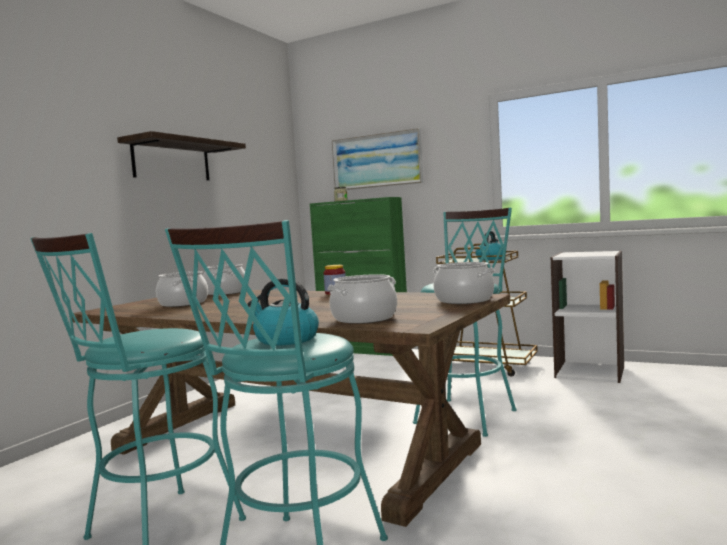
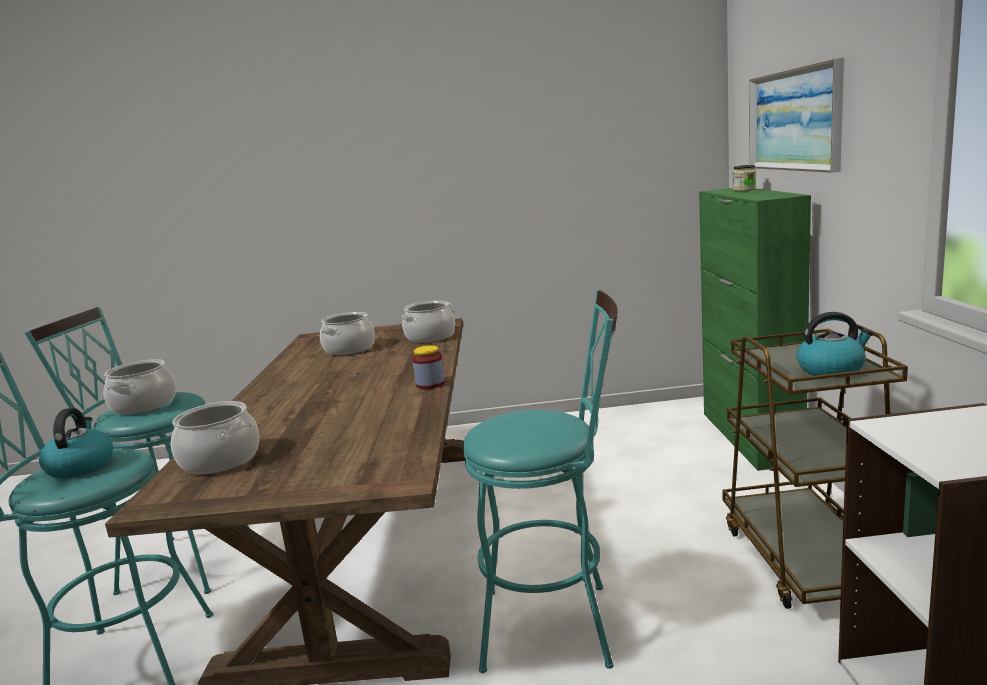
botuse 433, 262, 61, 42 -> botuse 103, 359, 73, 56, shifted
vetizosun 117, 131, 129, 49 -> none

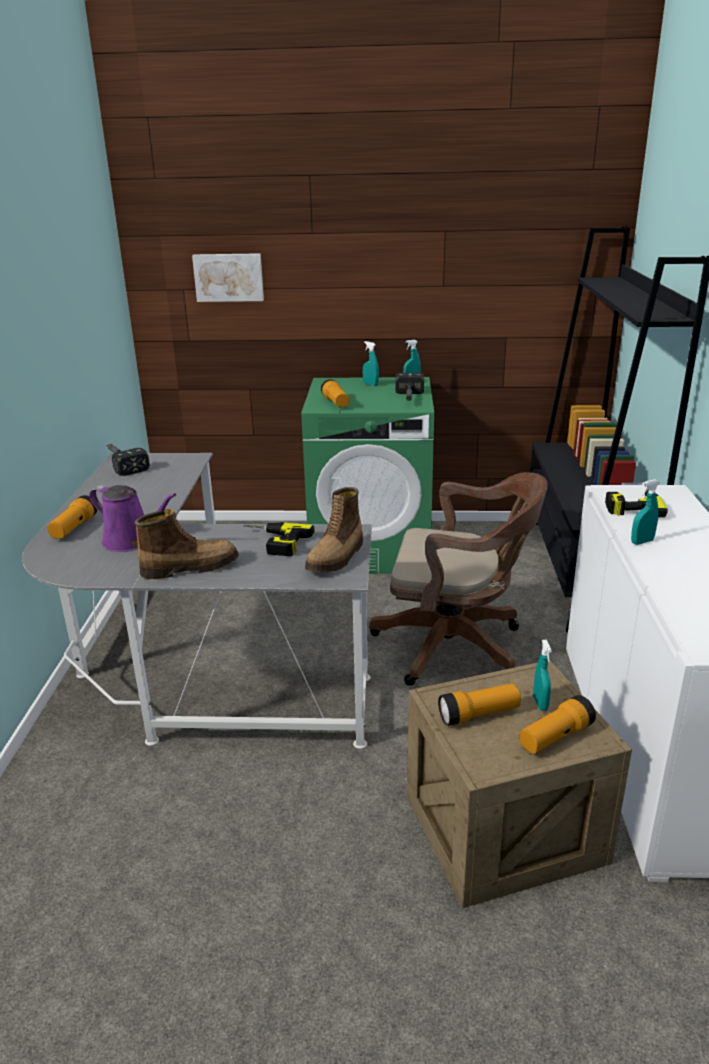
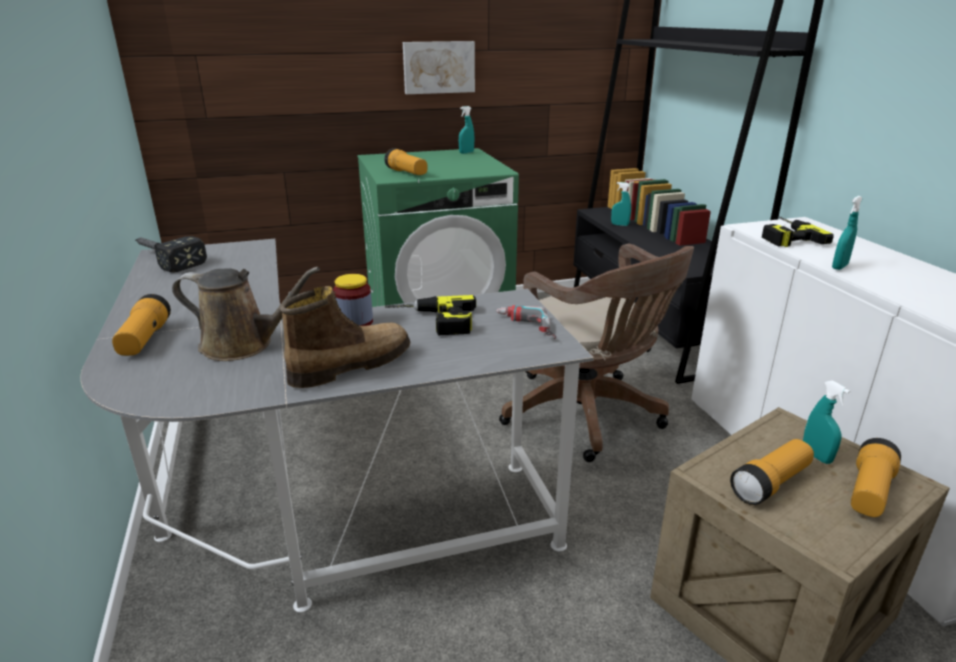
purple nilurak 89, 485, 87, 67 -> brown nilurak 172, 267, 148, 94
none -> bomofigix 333, 274, 40, 52
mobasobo 192, 253, 72, 49 -> mobasobo 403, 41, 72, 53, shifted
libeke 305, 487, 58, 86 -> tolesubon 496, 305, 60, 34
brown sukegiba 369, 472, 179, 214 -> brown sukegiba 499, 244, 195, 218, 60 degrees clockwise
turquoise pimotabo 363, 341, 16, 45 -> turquoise pimotabo 611, 182, 20, 44, shifted
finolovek 396, 373, 28, 28 -> none

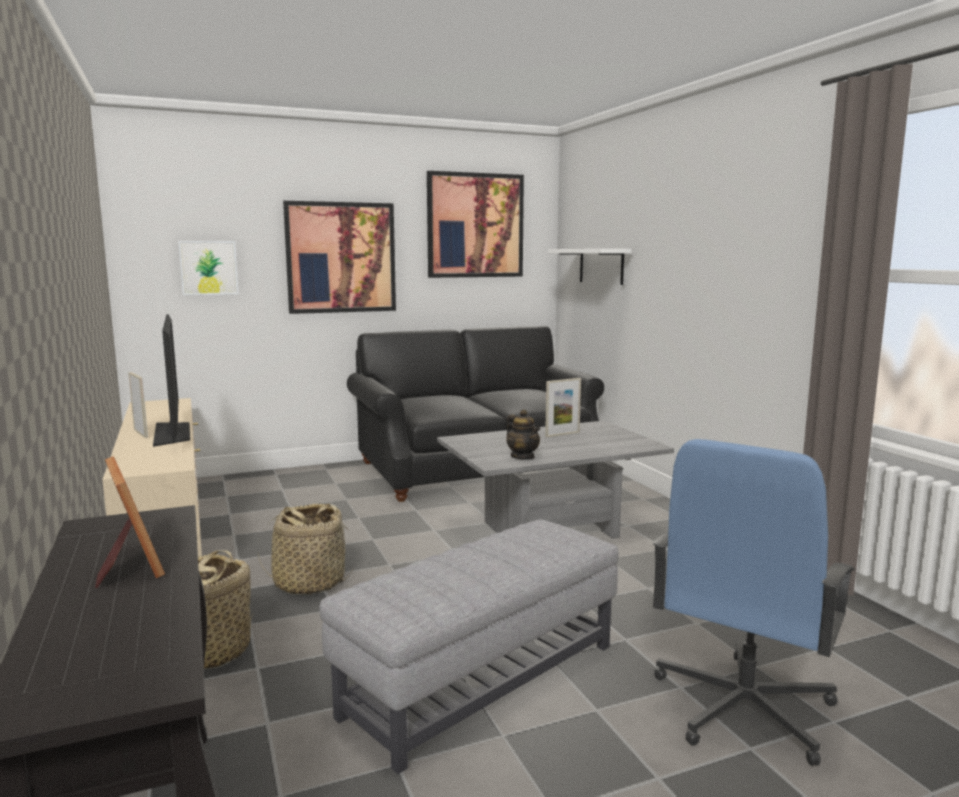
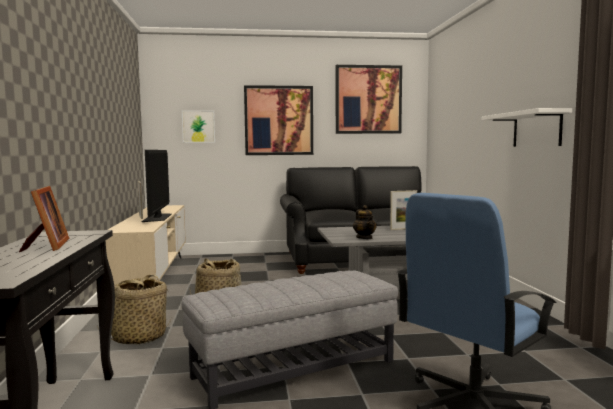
white vetizosun 548, 249, 84, 36 -> white vetizosun 482, 108, 90, 39, shifted

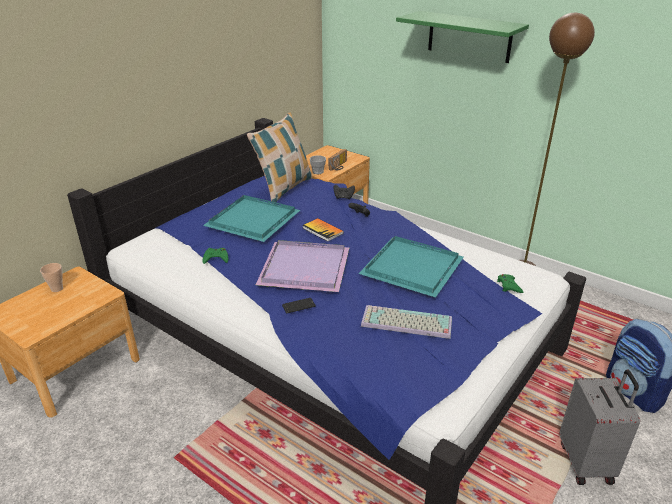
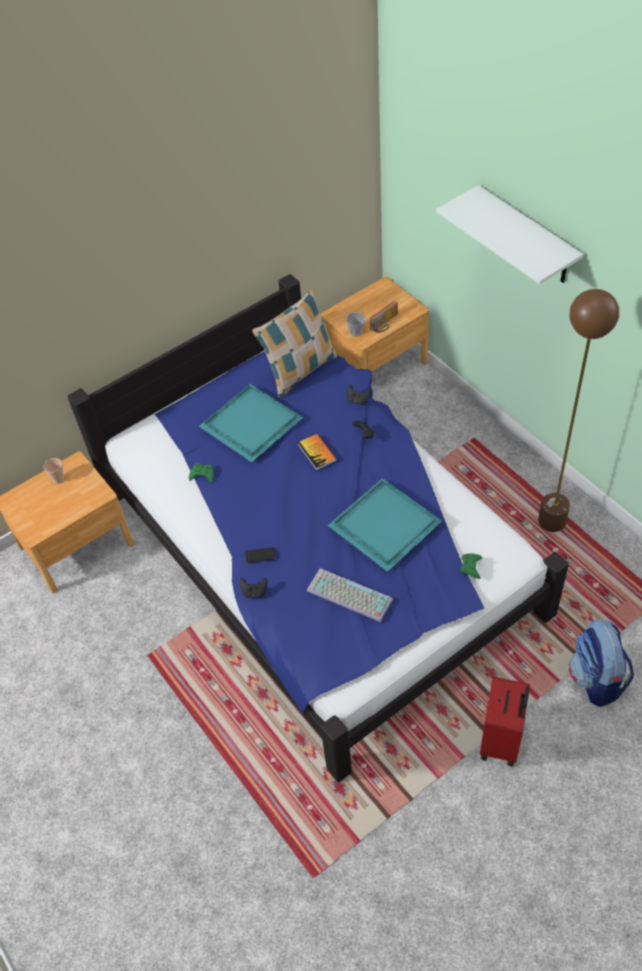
none -> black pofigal 240, 578, 28, 20
green vetizosun 396, 11, 133, 52 -> white vetizosun 436, 185, 148, 99
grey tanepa 560, 370, 80, 115 -> red tanepa 480, 677, 50, 90
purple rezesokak 256, 240, 93, 52 -> none

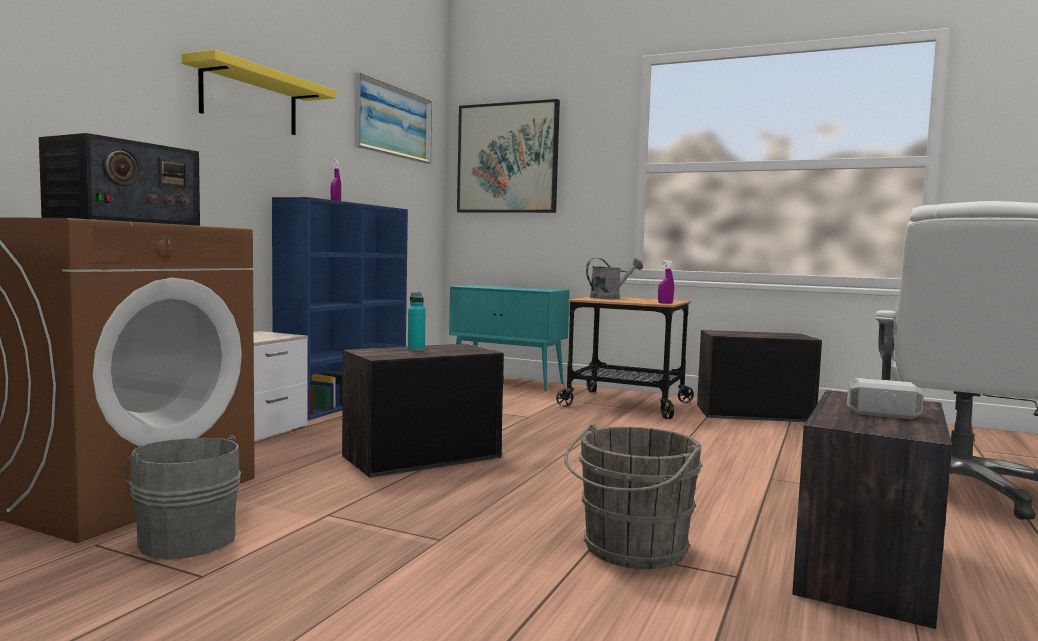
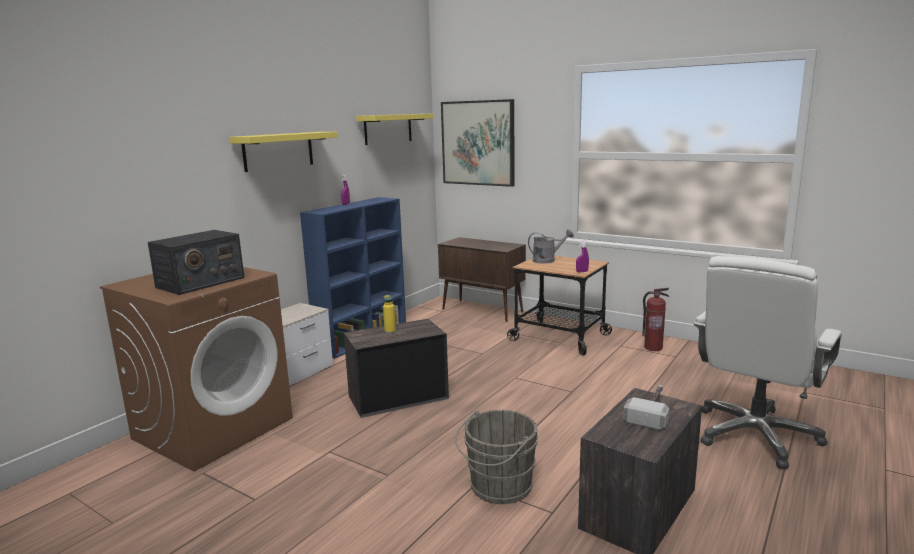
mobasobo 354, 73, 78, 91 -> yellow vetizosun 356, 114, 78, 31
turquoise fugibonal 408, 292, 18, 59 -> yellow fugibonal 383, 295, 13, 38
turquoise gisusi 449, 285, 121, 106 -> brown gisusi 438, 237, 88, 85
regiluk 697, 330, 125, 92 -> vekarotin 642, 288, 27, 63
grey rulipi 120, 435, 121, 125 -> none

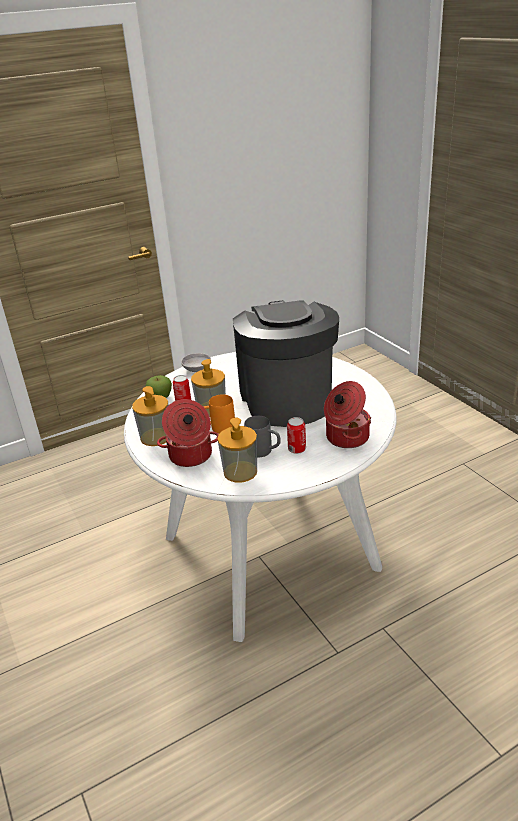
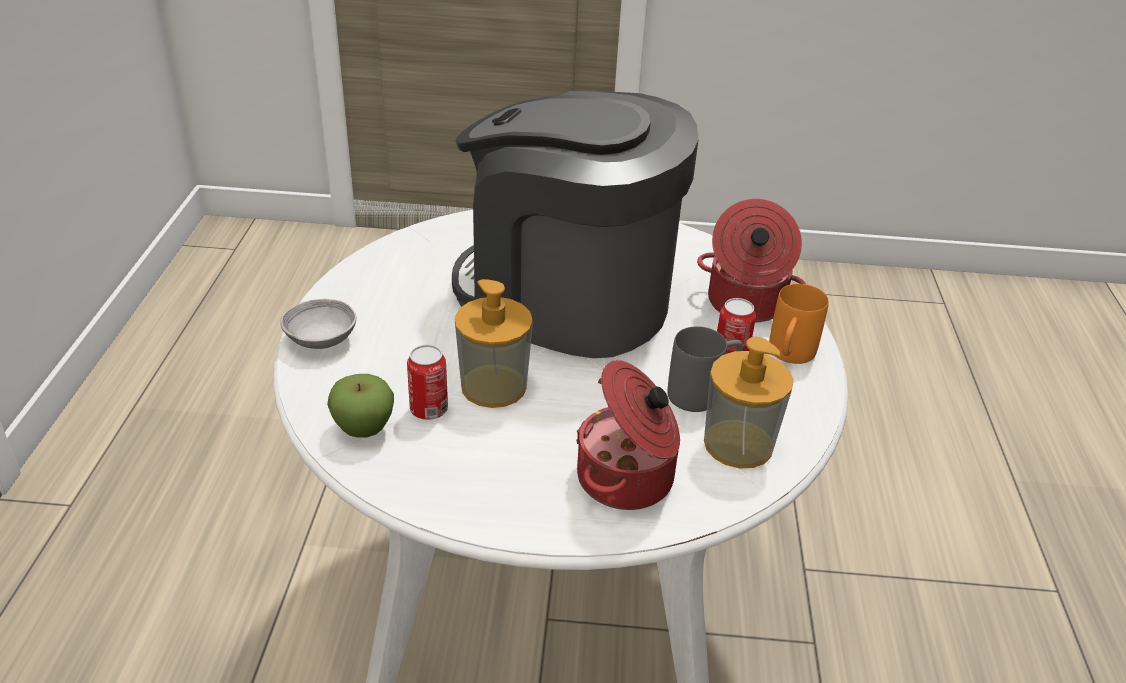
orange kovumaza 203, 394, 32, 40 -> orange kovumaza 769, 284, 60, 80, shifted
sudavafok 132, 386, 37, 60 -> none

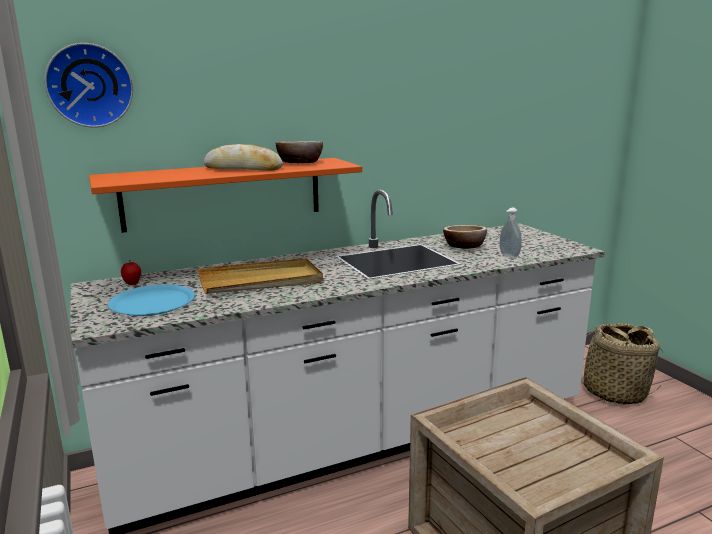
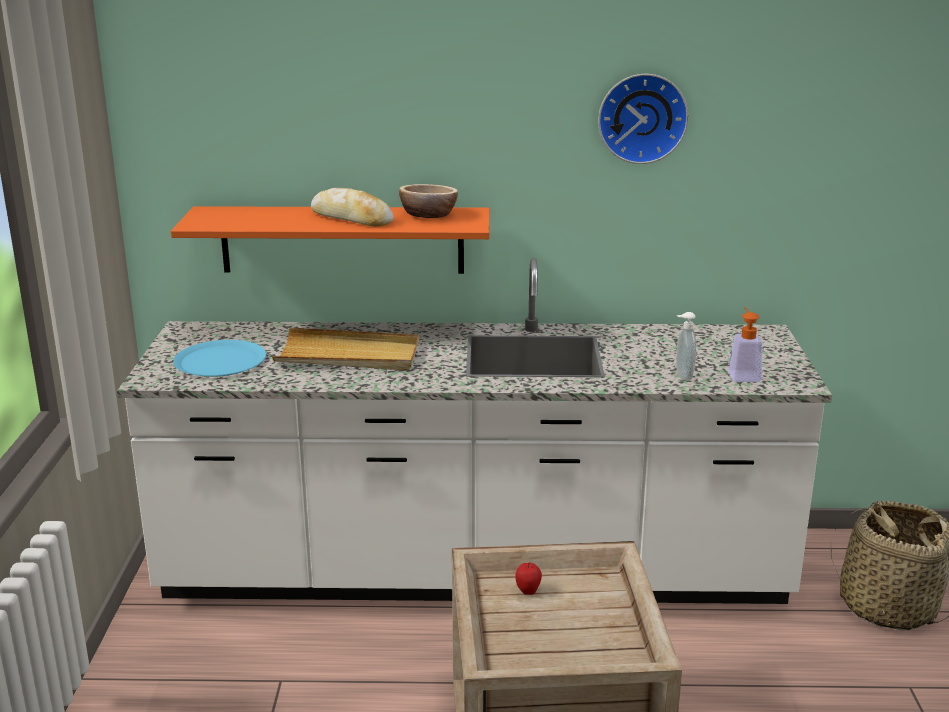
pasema 121, 260, 20, 25 -> pasema 515, 563, 27, 32, shifted
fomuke 44, 43, 89, 85 -> fomuke 598, 74, 91, 90, shifted
none -> sudavafok 728, 307, 35, 75
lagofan 443, 225, 44, 24 -> none

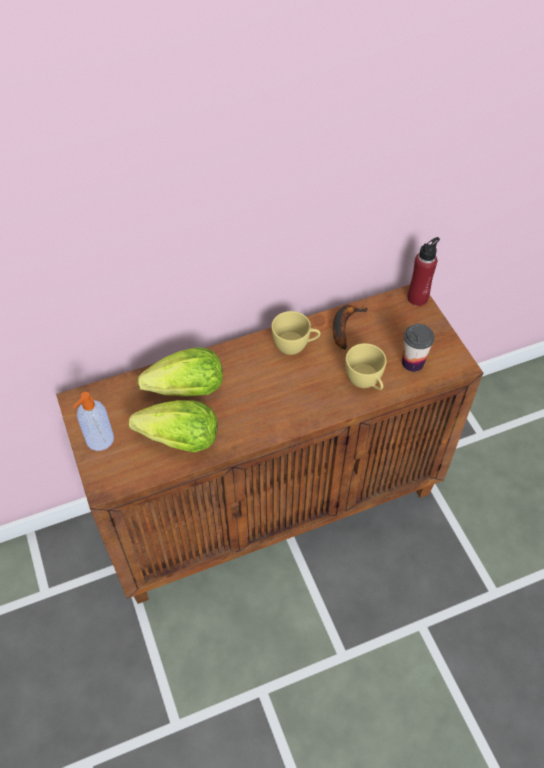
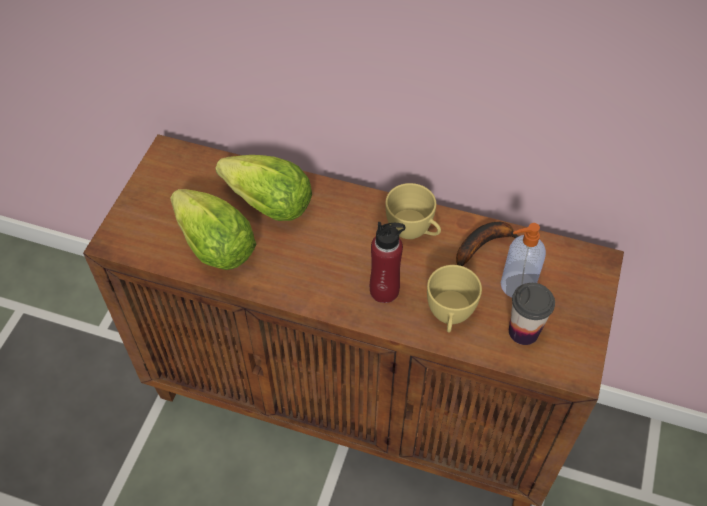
red fugibonal 407, 237, 33, 69 -> red fugibonal 370, 222, 36, 81, shifted
sudavafok 73, 392, 41, 59 -> sudavafok 501, 223, 45, 75, shifted

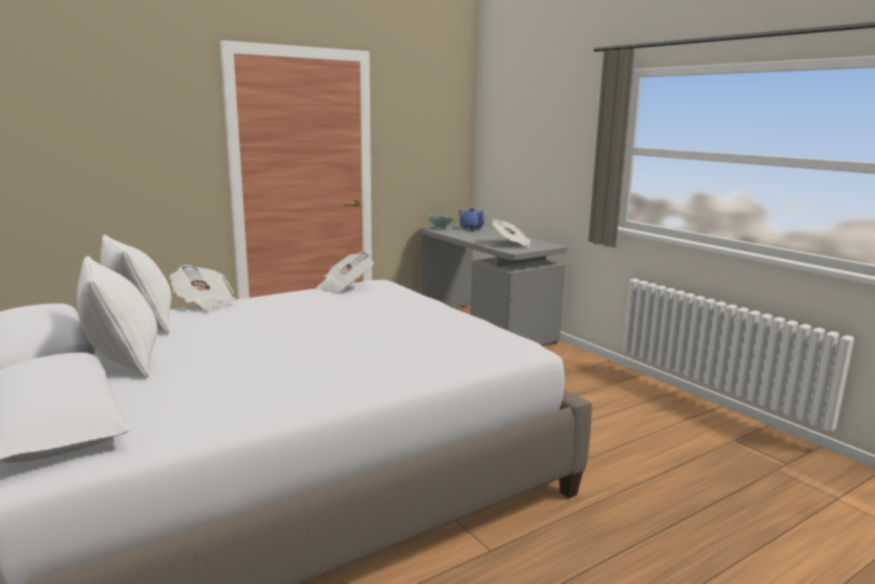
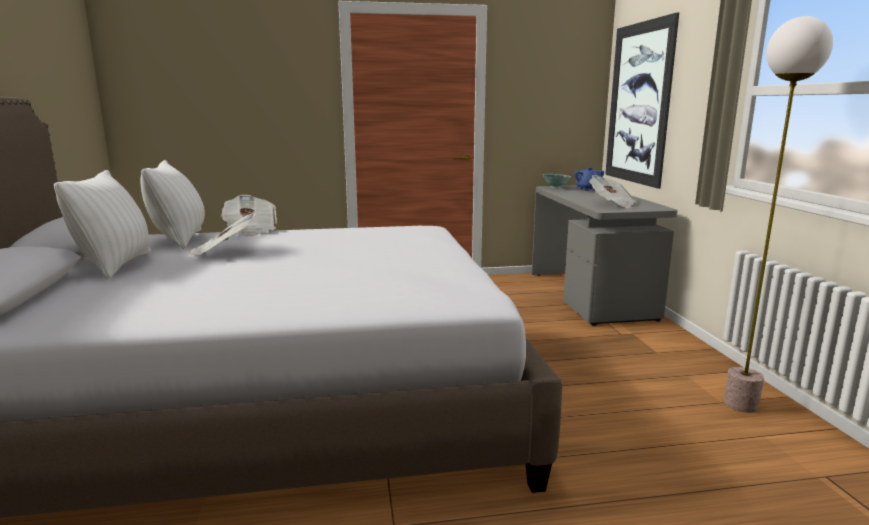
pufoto 316, 252, 58, 39 -> pufoto 189, 213, 67, 44, shifted
none -> mobasobo 605, 12, 74, 177
none -> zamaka 724, 16, 109, 397

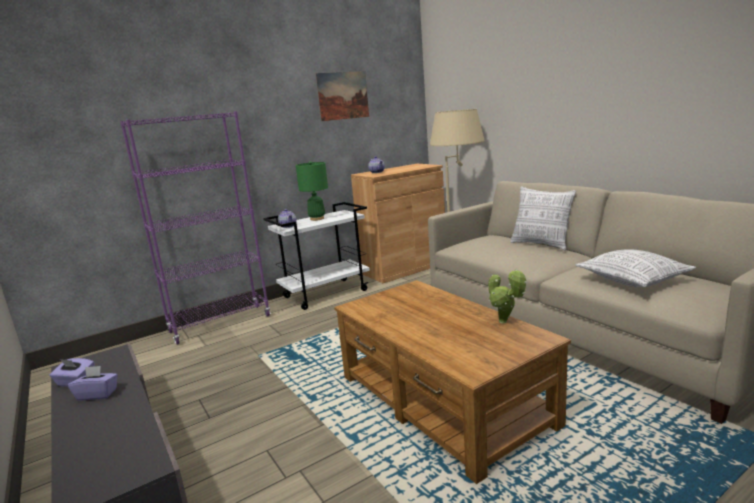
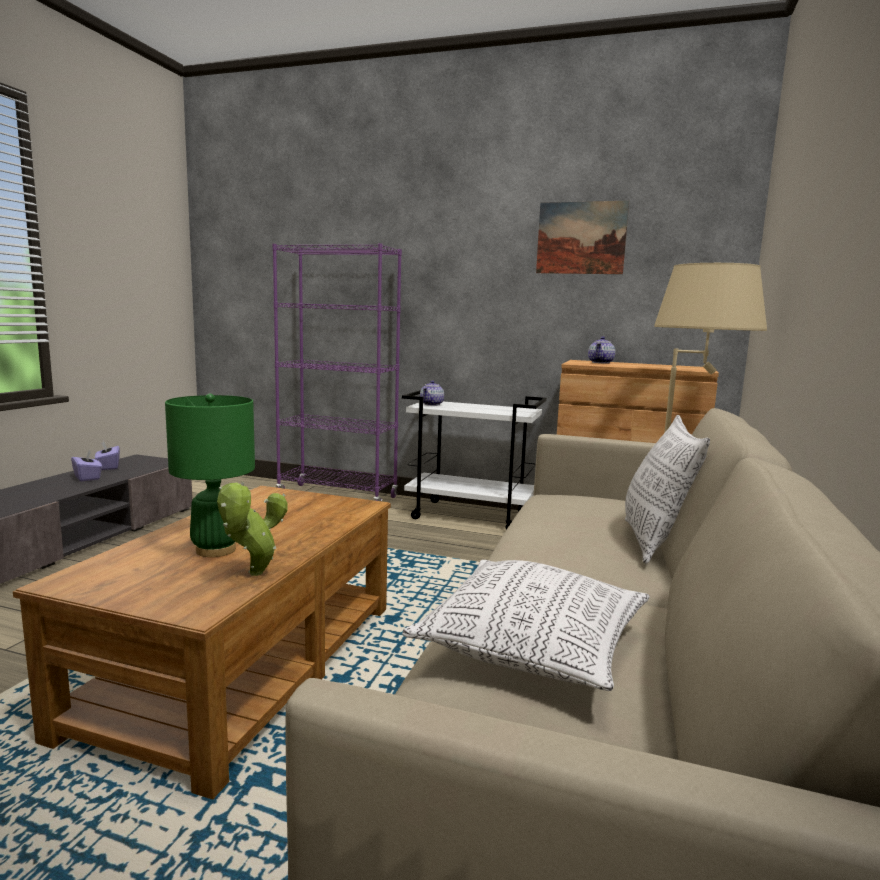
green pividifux 296, 161, 32, 60 -> green pividifux 165, 394, 90, 163, shifted

